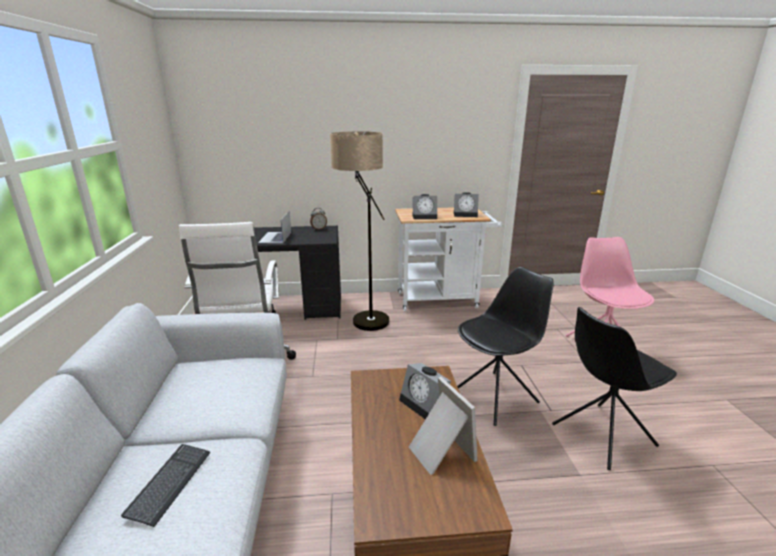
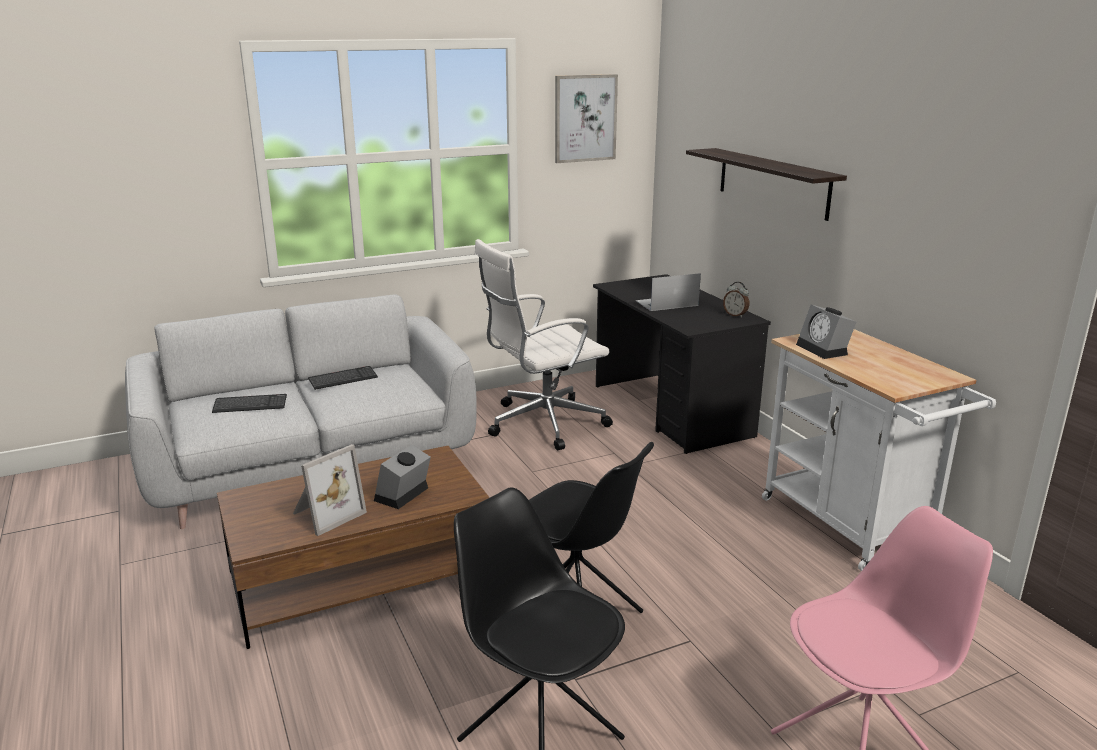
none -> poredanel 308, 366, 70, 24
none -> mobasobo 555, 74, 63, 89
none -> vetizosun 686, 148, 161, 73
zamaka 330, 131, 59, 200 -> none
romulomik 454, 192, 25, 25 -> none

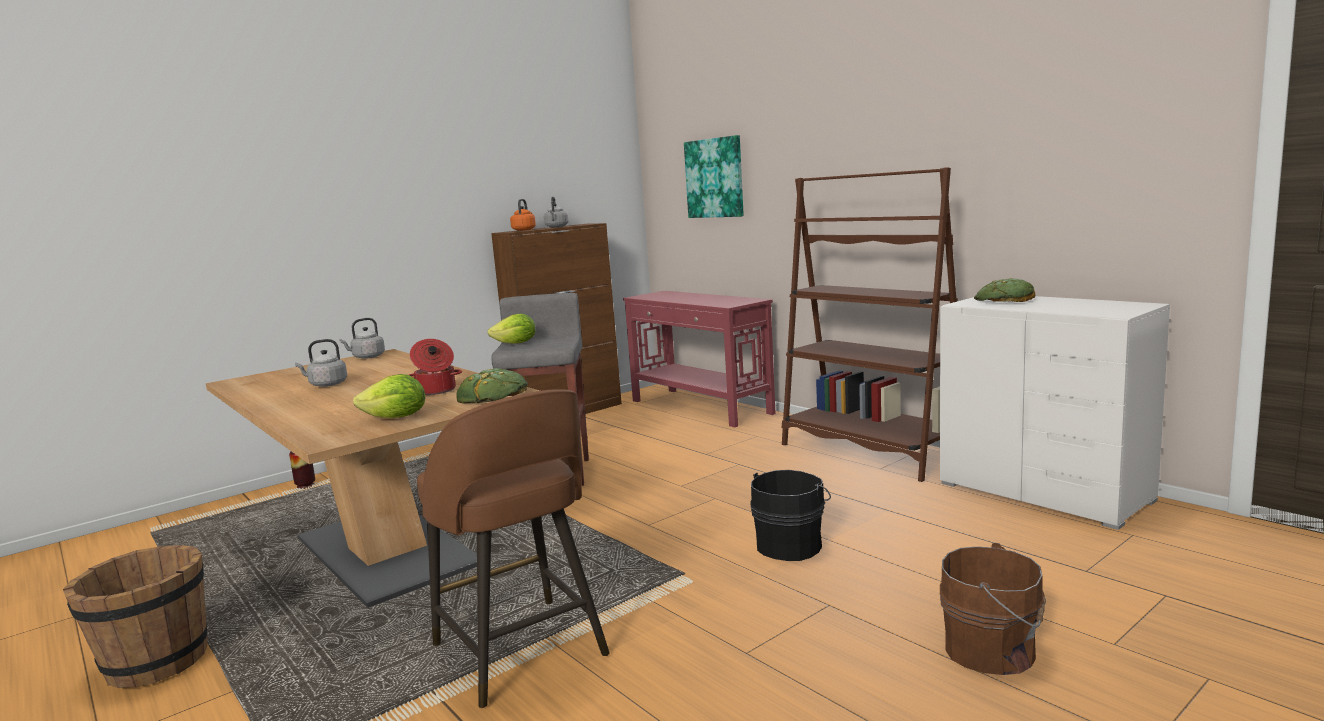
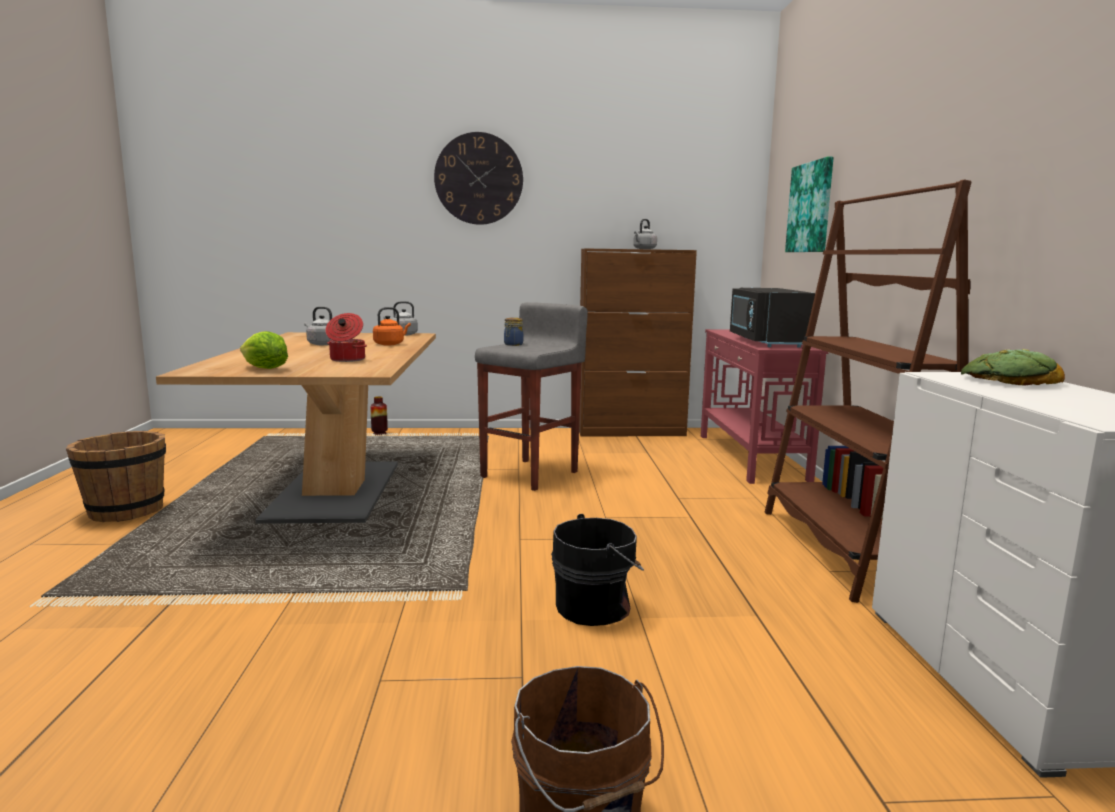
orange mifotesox 510, 199, 26, 32 -> orange mifotesox 373, 307, 38, 38, shifted
none -> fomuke 434, 132, 89, 93
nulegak 487, 314, 49, 30 -> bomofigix 504, 317, 19, 29
none -> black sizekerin 730, 288, 85, 60
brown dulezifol 417, 389, 193, 319 -> none
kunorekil 457, 368, 71, 35 -> none

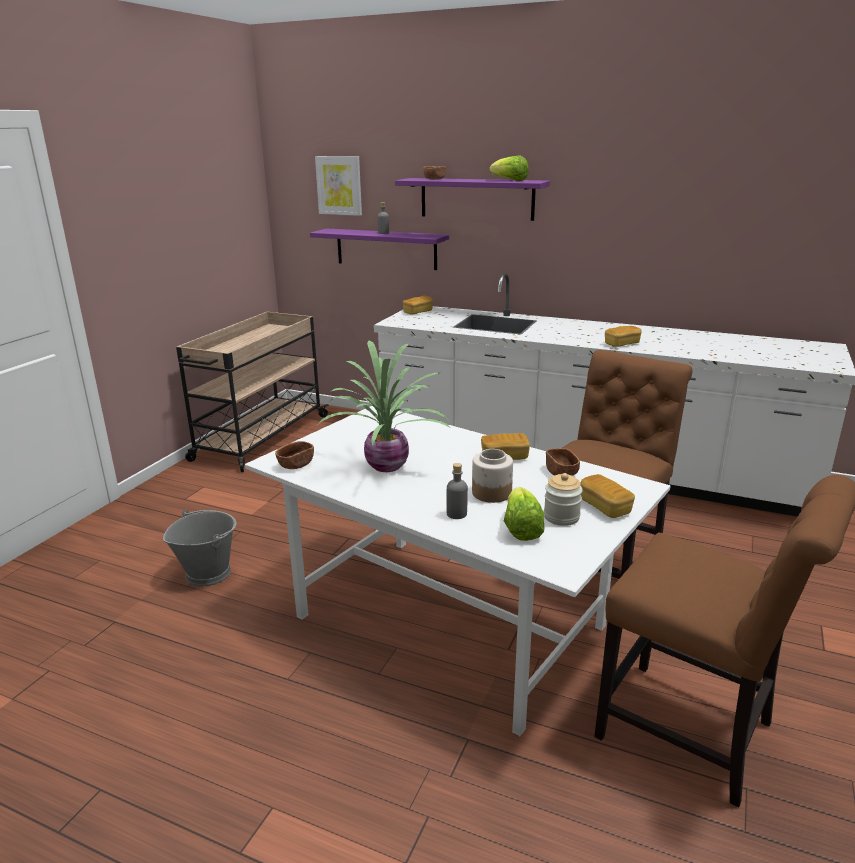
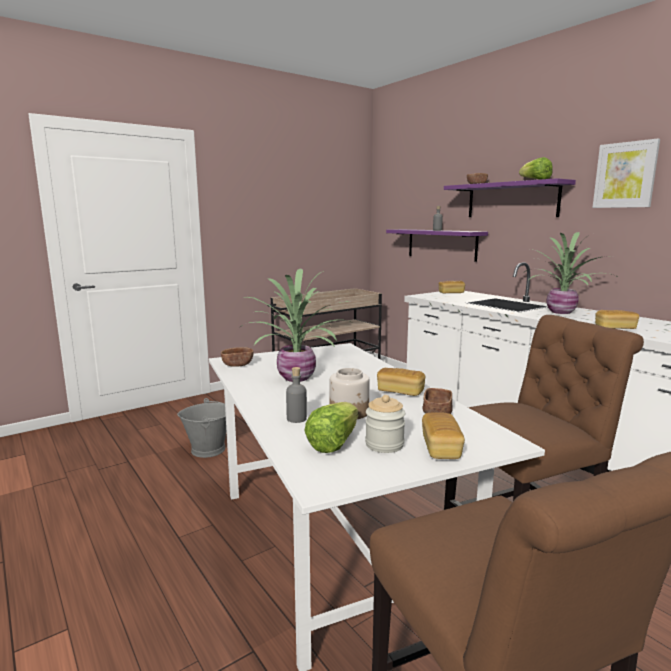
none -> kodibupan 523, 232, 96, 82
mobasobo 315, 156, 47, 60 -> mobasobo 592, 139, 68, 69, shifted

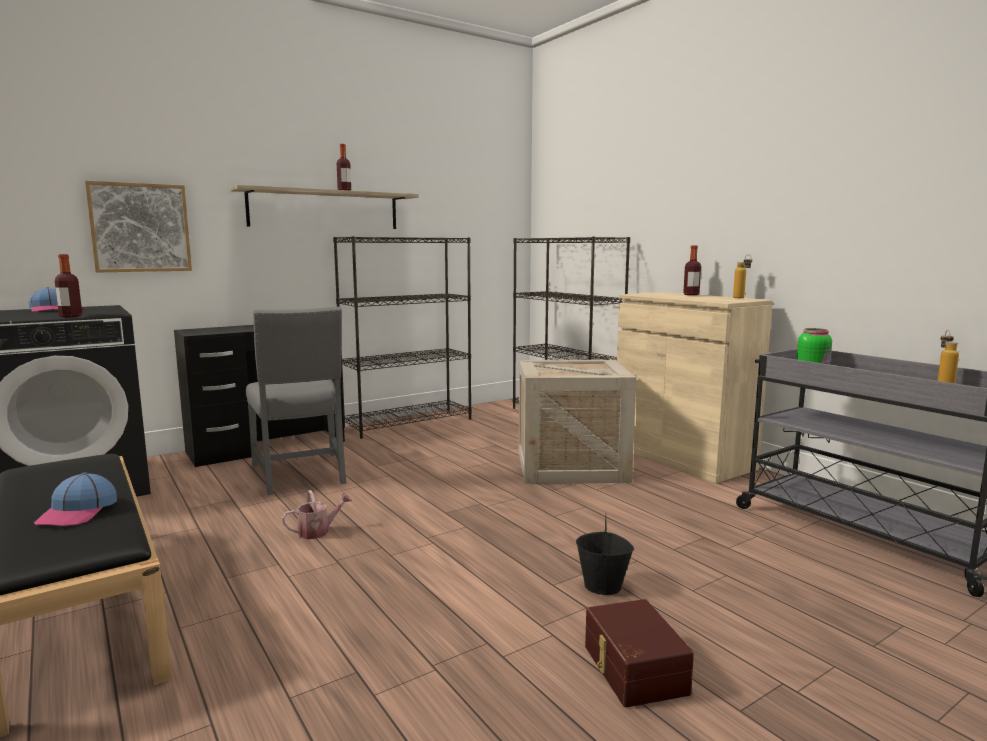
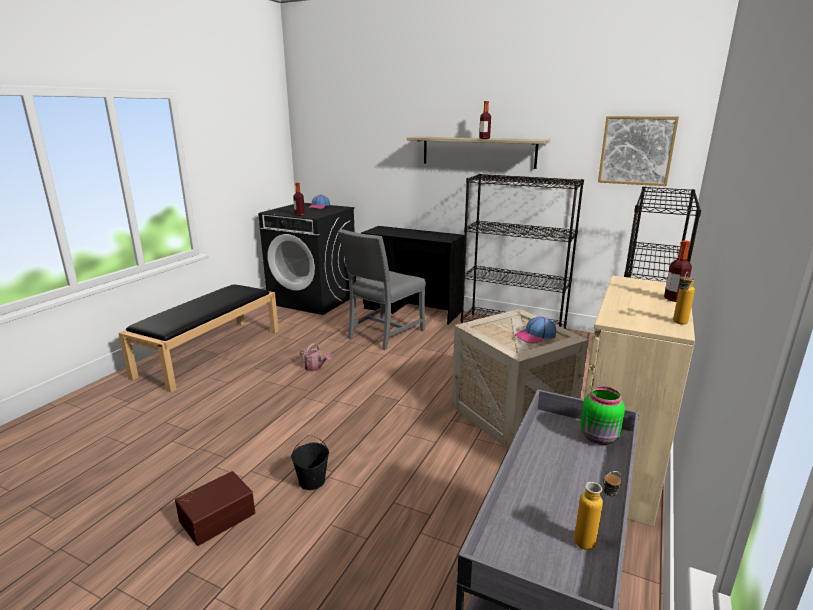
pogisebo 34, 472, 83, 54 -> pogisebo 515, 317, 41, 27, shifted
mobasobo 85, 181, 107, 92 -> mobasobo 598, 116, 81, 70, shifted

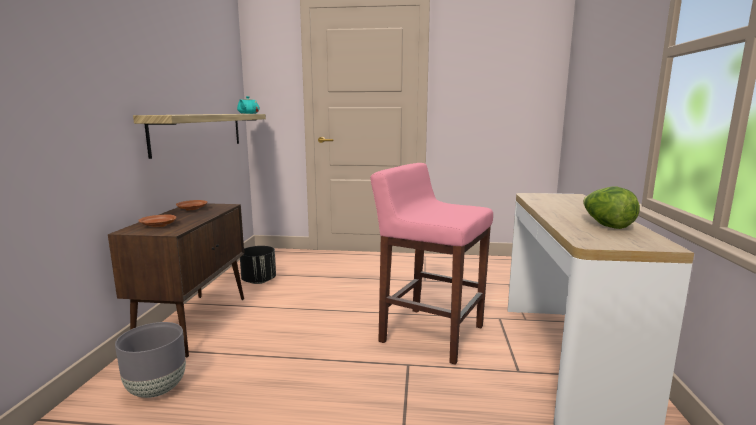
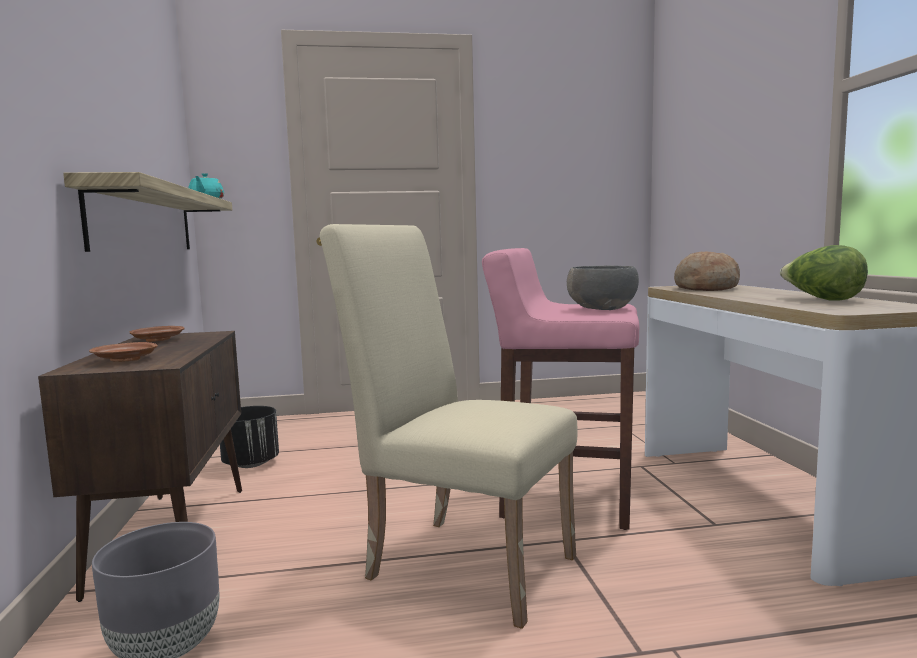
none -> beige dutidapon 320, 224, 258, 405
none -> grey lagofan 567, 266, 72, 44
none -> kunorekil 674, 251, 66, 40

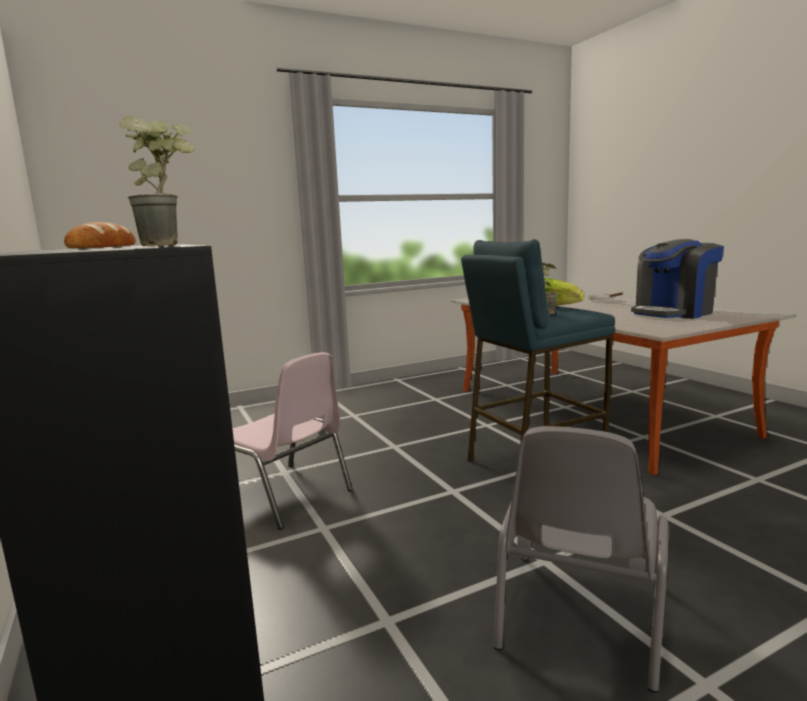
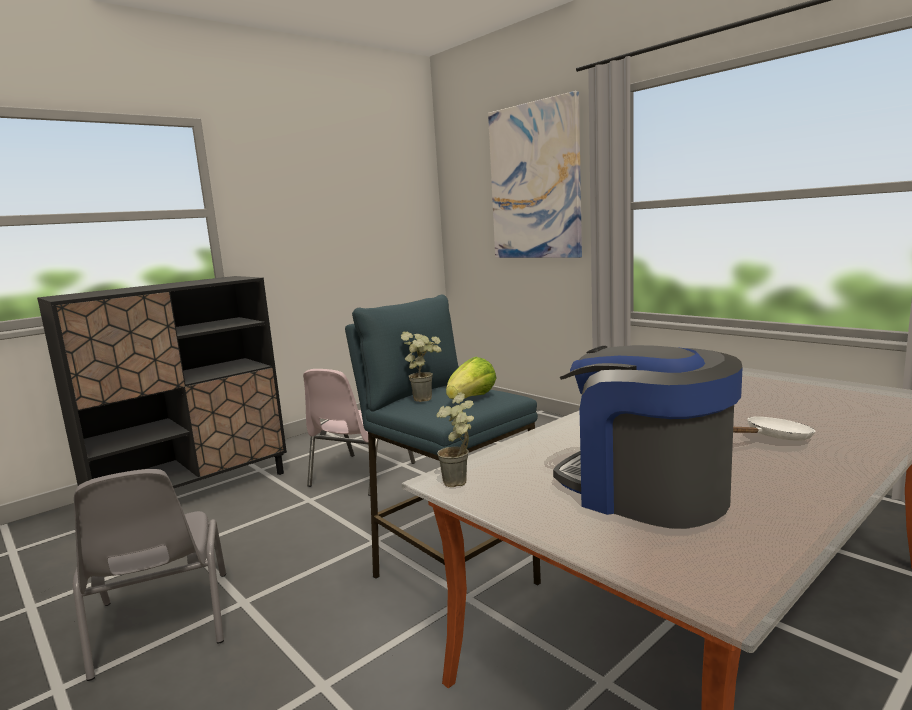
grey dutidapon 494, 426, 174, 267 -> grey dutidapon 73, 469, 153, 212, 120 degrees counterclockwise
kodibupan 119, 116, 76, 131 -> kodibupan 436, 392, 38, 95, shifted
none -> mobasobo 488, 91, 94, 167
kunorekil 64, 222, 72, 26 -> none

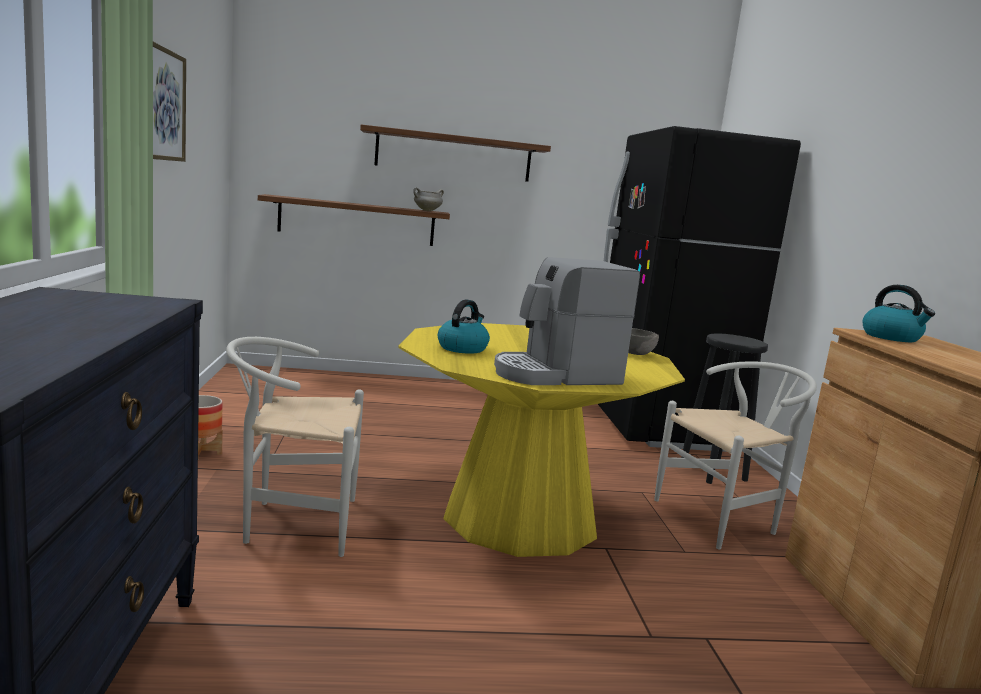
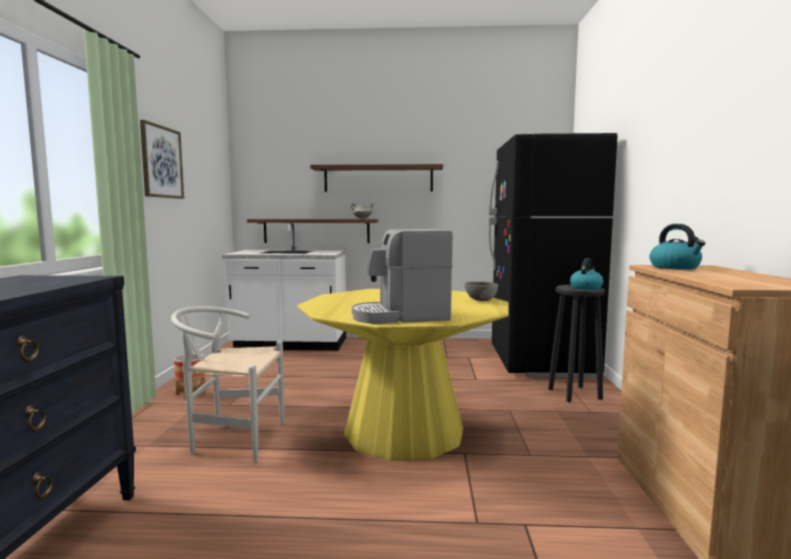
none -> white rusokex 222, 223, 124, 128
mifotesox 438, 300, 52, 54 -> mifotesox 570, 258, 33, 32, shifted
white dutidapon 654, 361, 163, 189 -> none

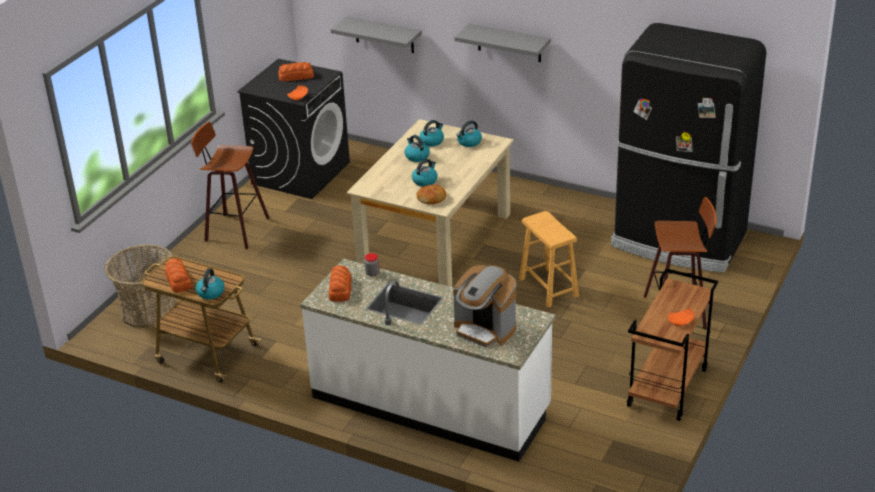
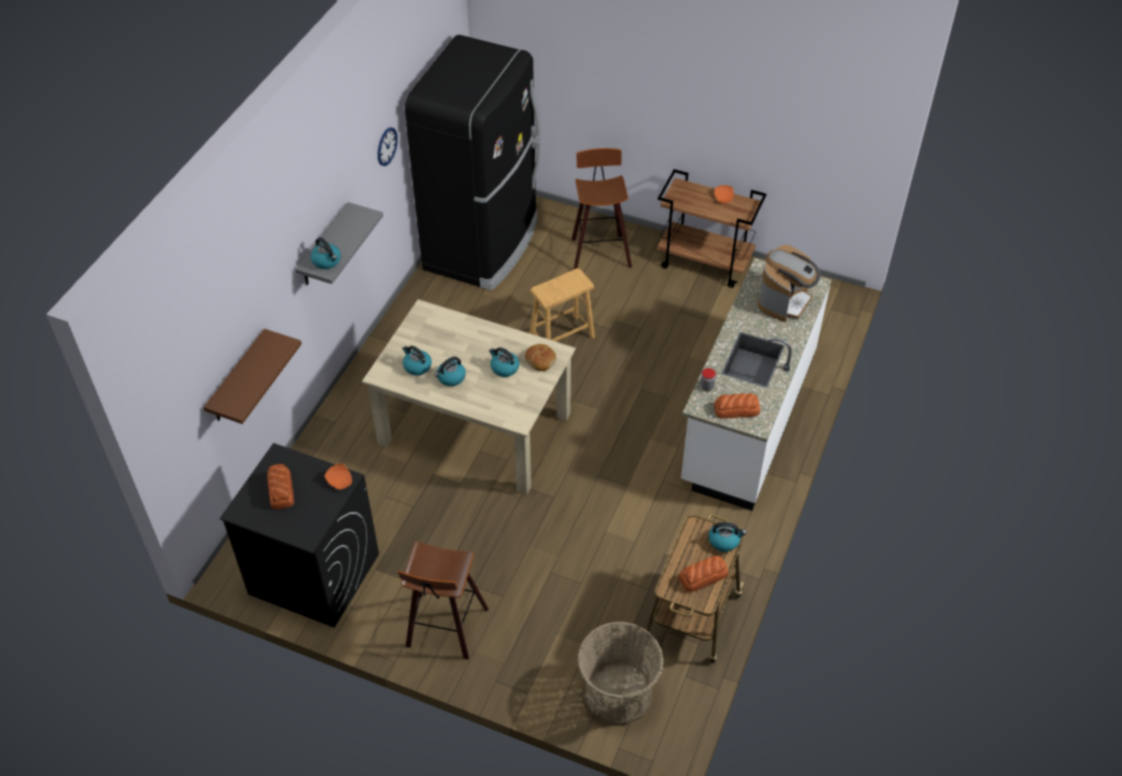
grey vetizosun 331, 16, 91, 37 -> brown vetizosun 203, 329, 99, 95
mifotesox 456, 121, 26, 26 -> mifotesox 311, 237, 30, 32, shifted
none -> fomuke 378, 127, 20, 39

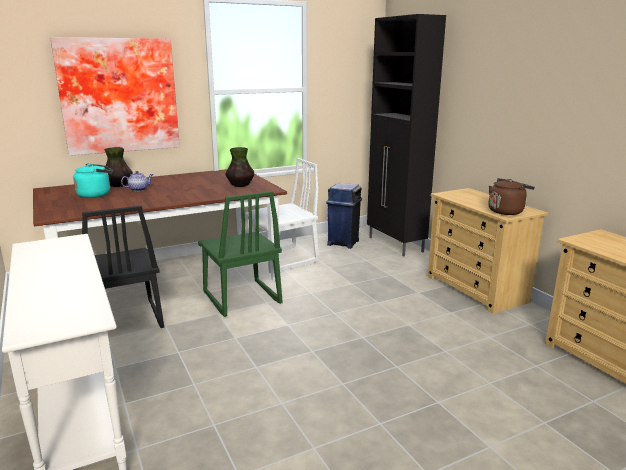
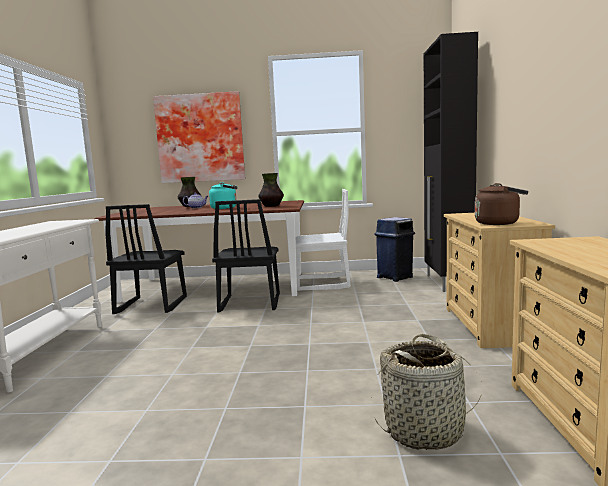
turquoise mifotesox 73, 164, 40, 34 -> turquoise mifotesox 209, 182, 29, 27, shifted
green dutidapon 198, 191, 85, 126 -> black dutidapon 212, 199, 68, 113
none -> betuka 375, 334, 107, 116

